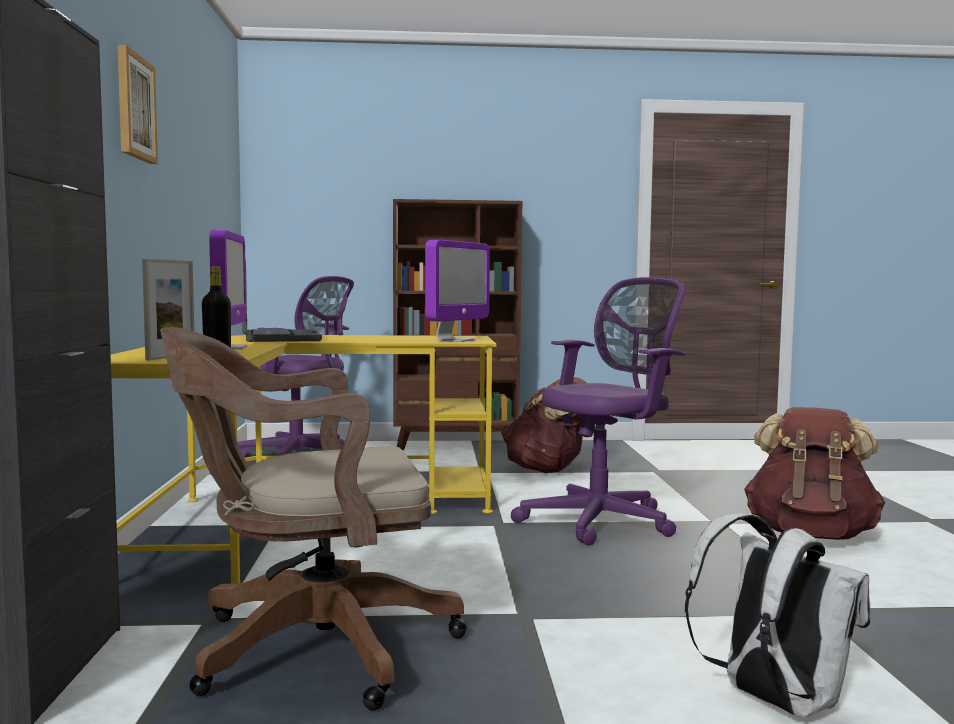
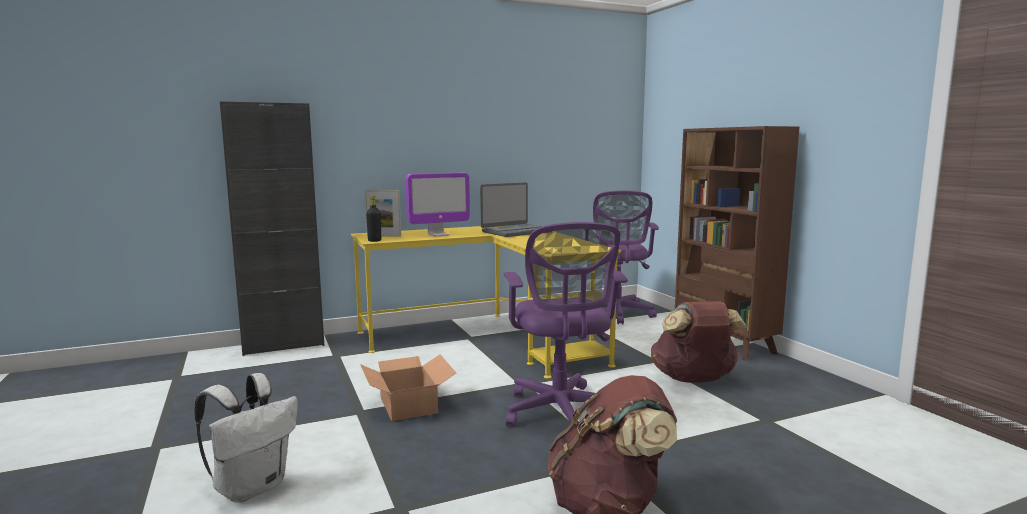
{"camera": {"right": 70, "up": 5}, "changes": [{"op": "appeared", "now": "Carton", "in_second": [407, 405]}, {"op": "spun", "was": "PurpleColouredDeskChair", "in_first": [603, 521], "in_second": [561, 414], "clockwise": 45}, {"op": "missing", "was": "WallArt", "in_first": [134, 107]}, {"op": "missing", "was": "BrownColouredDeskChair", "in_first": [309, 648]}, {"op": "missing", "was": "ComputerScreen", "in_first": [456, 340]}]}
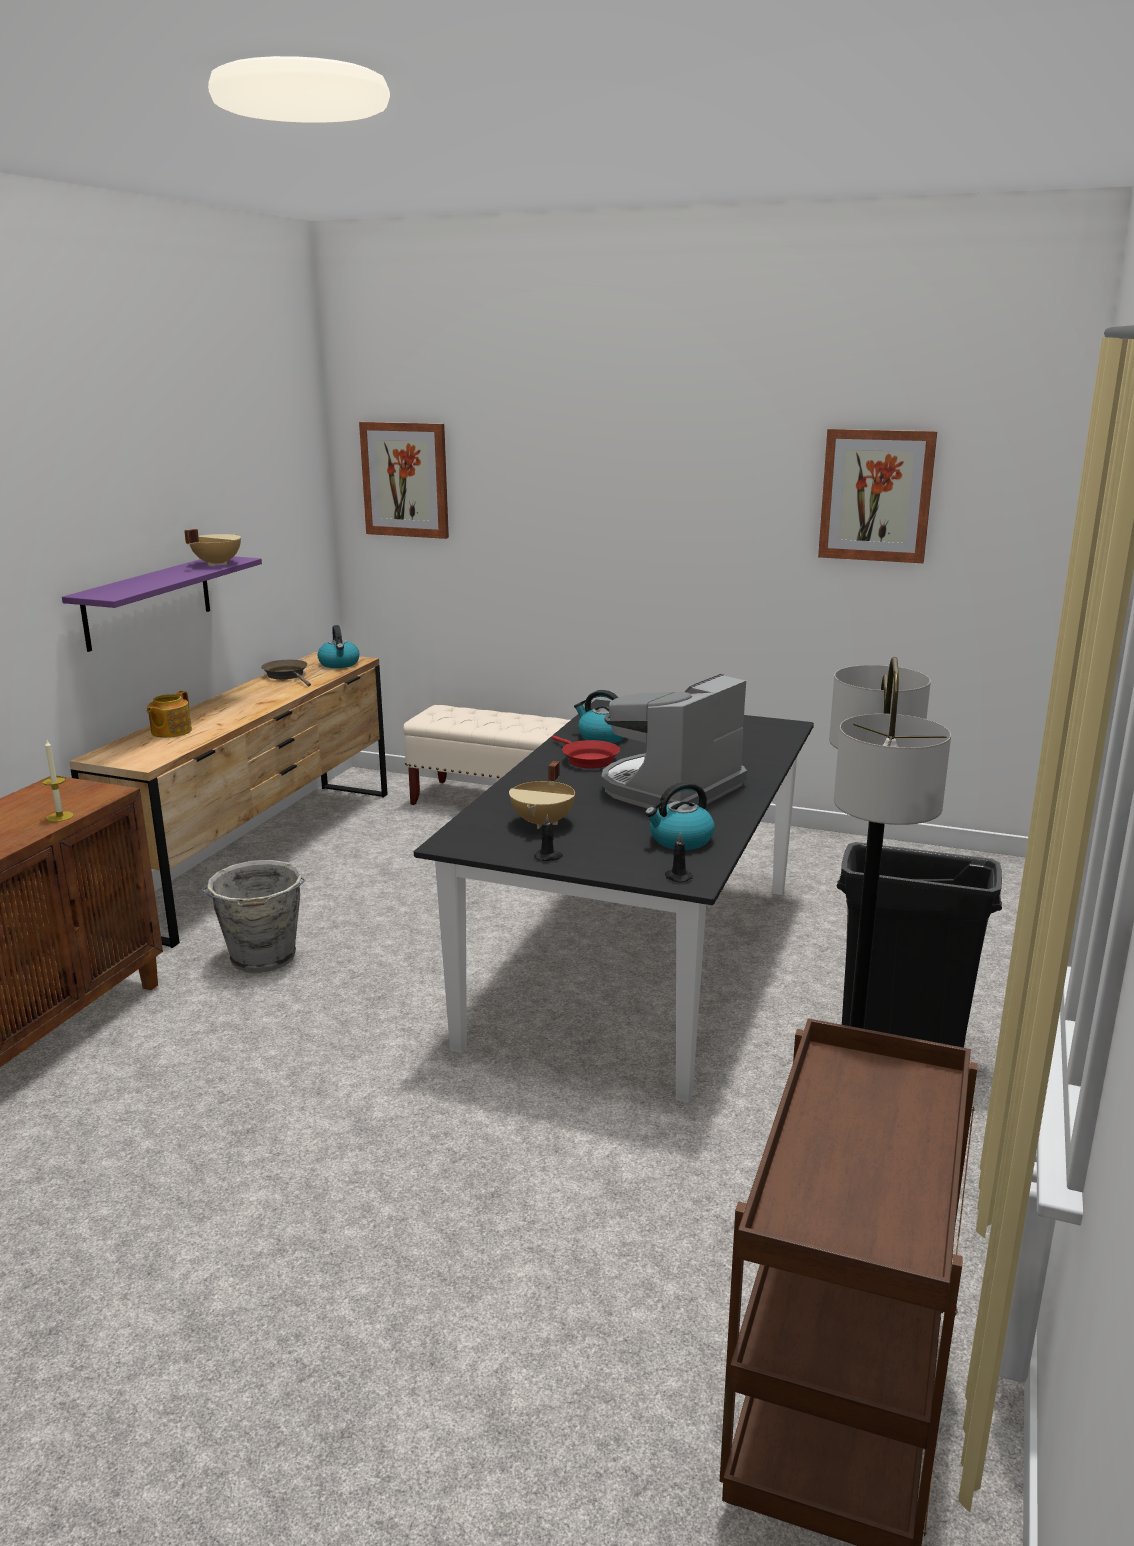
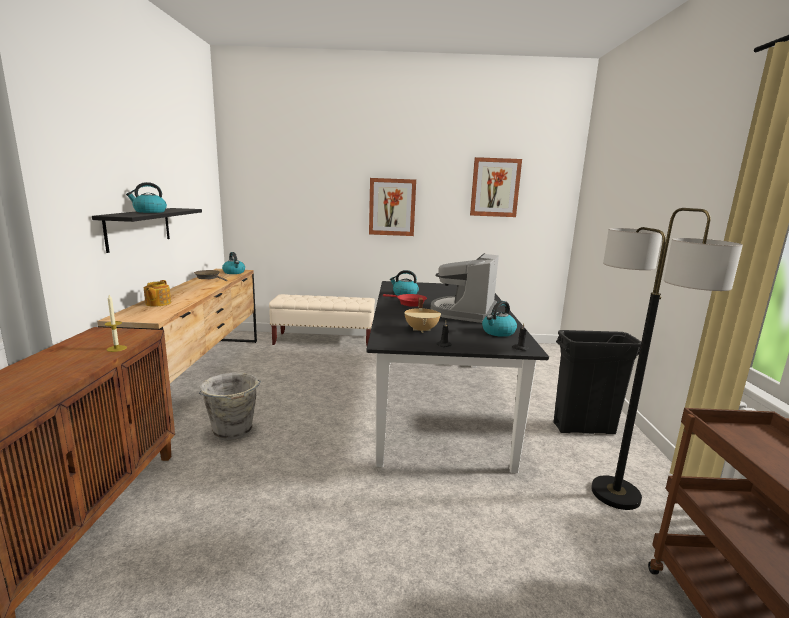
{"camera": {"right": -20, "up": -5}, "changes": [{"op": "colour", "was": "PurpleColouredWallShelf", "now": "BlackishWallShelf", "in_first": [148, 602], "in_second": [139, 228]}, {"op": "appeared", "now": "Kettle", "in_second": [149, 212]}, {"op": "relocated", "was": "WallArt", "in_first": [405, 480], "in_second": [392, 207]}, {"op": "missing", "was": "BeigeStockpot", "in_first": [216, 564]}]}
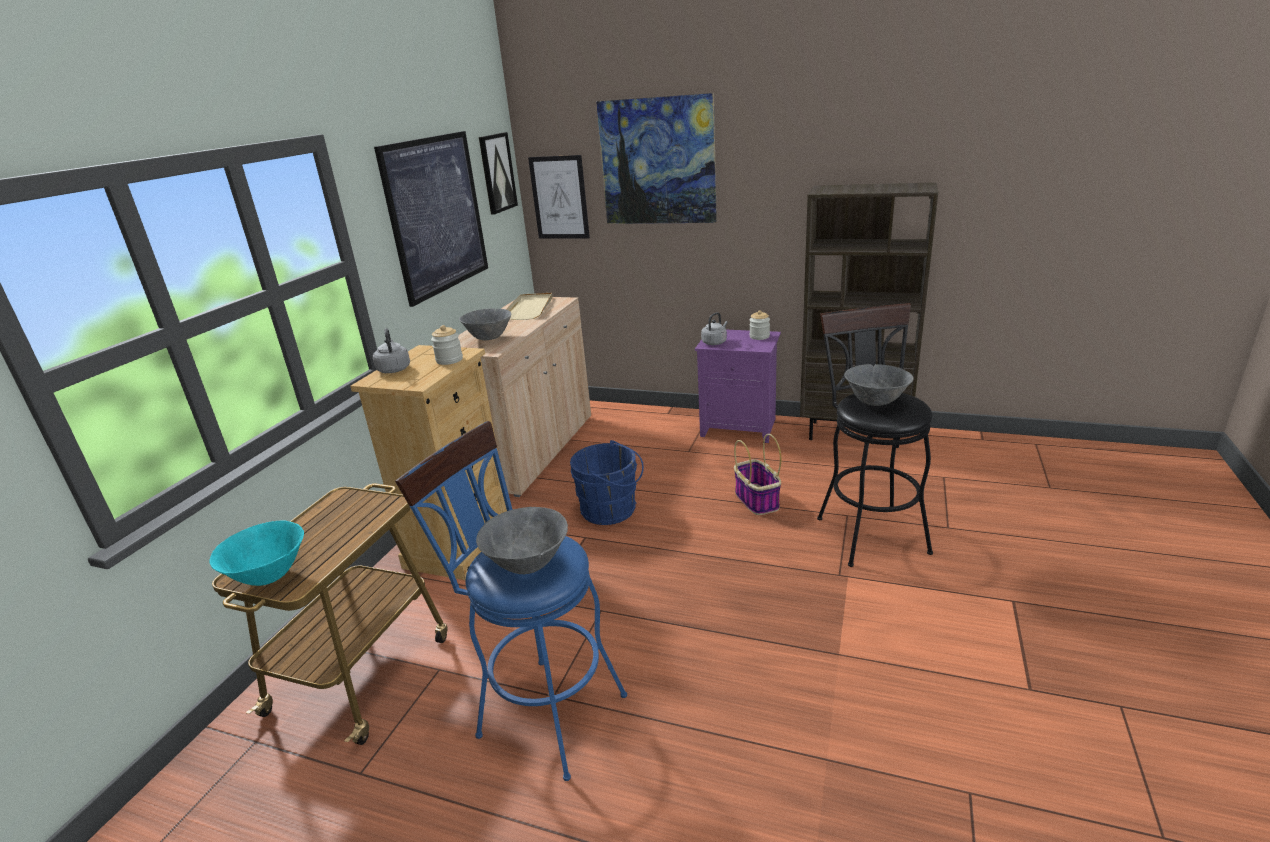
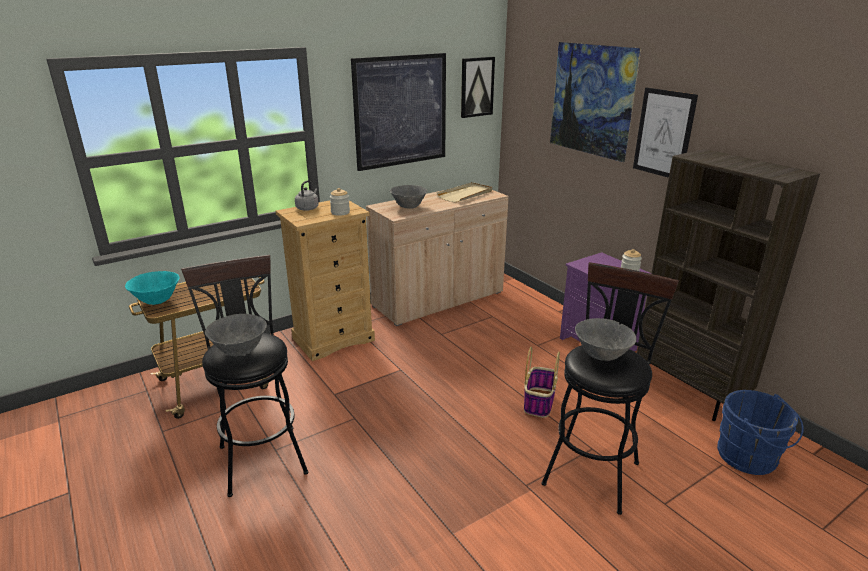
{"camera": {"right": 35, "up": 0}, "changes": [{"op": "colour", "was": "BlueStoolSeat", "now": "BlackishStoolSeat", "in_first": [542, 711], "in_second": [261, 454]}, {"op": "relocated", "was": "WallArt", "in_first": [559, 198], "in_second": [663, 133]}, {"op": "relocated", "was": "BlueBucket", "in_first": [612, 510], "in_second": [750, 458]}, {"op": "missing", "was": "GreyKettle", "in_first": [715, 342]}]}
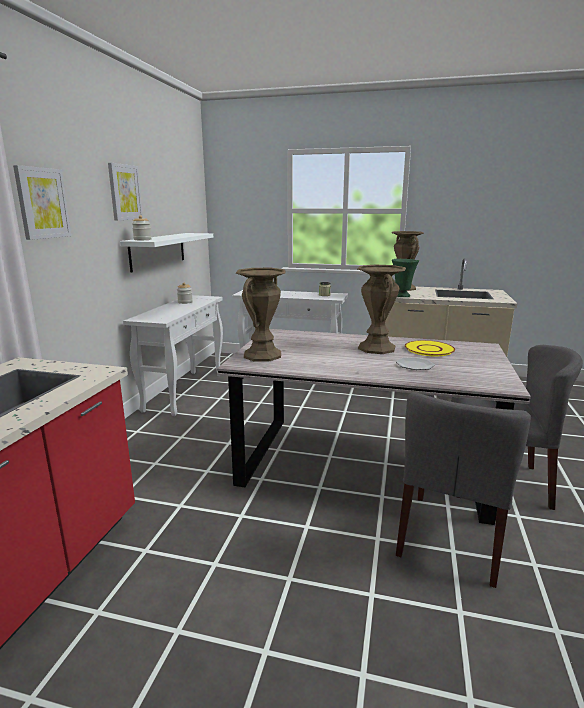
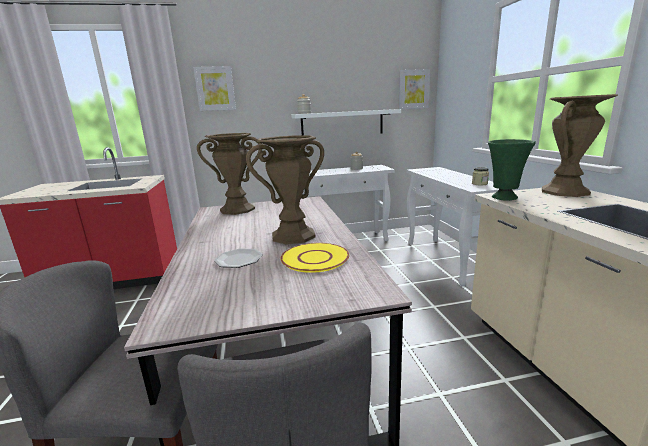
{"camera": {"right": 65, "up": 0}, "changes": [{"op": "relocated", "was": "WallArt", "in_first": [124, 192], "in_second": [413, 89]}]}
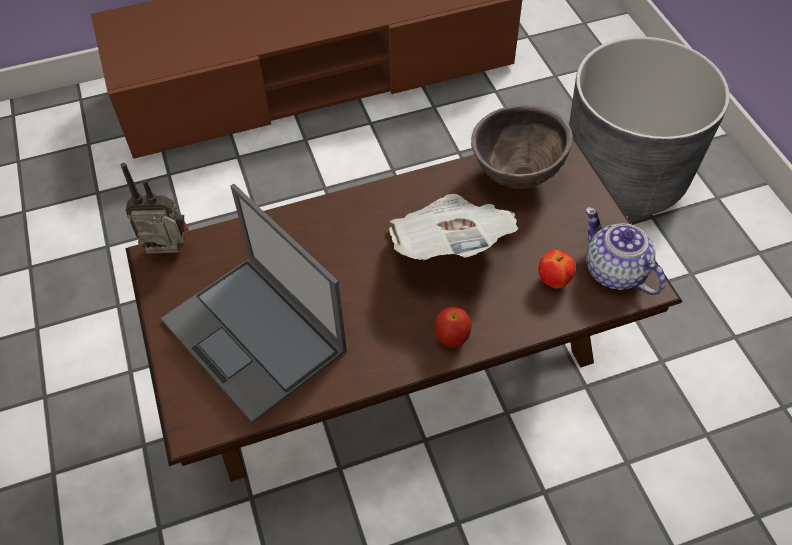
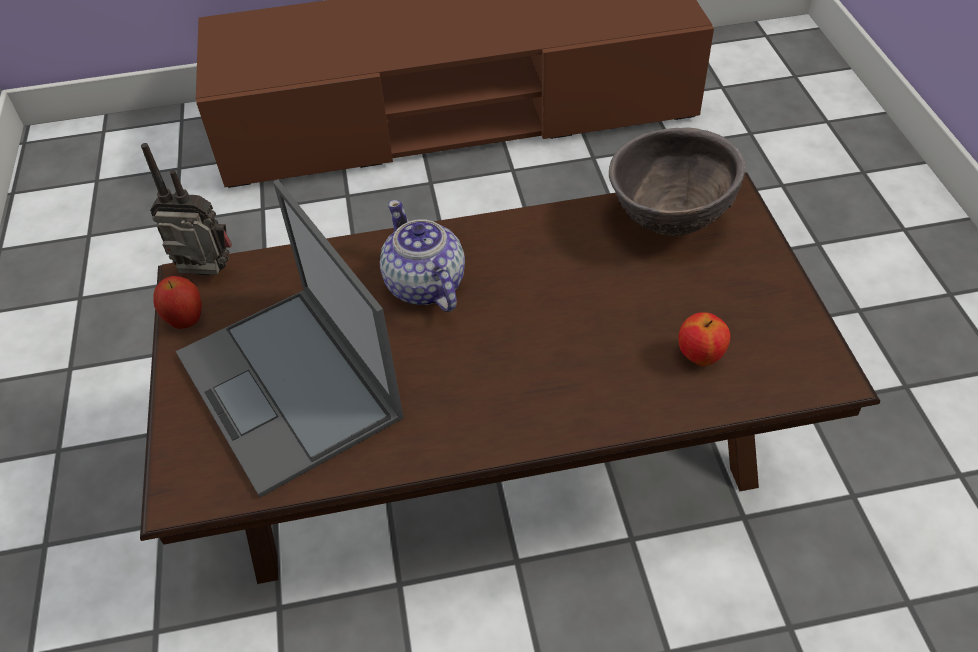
{"camera": {"right": 10, "up": -5}, "changes": [{"op": "relocated", "was": "Apple", "in_first": [452, 339], "in_second": [186, 321]}, {"op": "relocated", "was": "TeaPot", "in_first": [615, 272], "in_second": [425, 286]}, {"op": "missing", "was": "PrintedPaper", "in_first": [449, 246]}, {"op": "missing", "was": "GreyPlantPot", "in_first": [624, 177]}]}
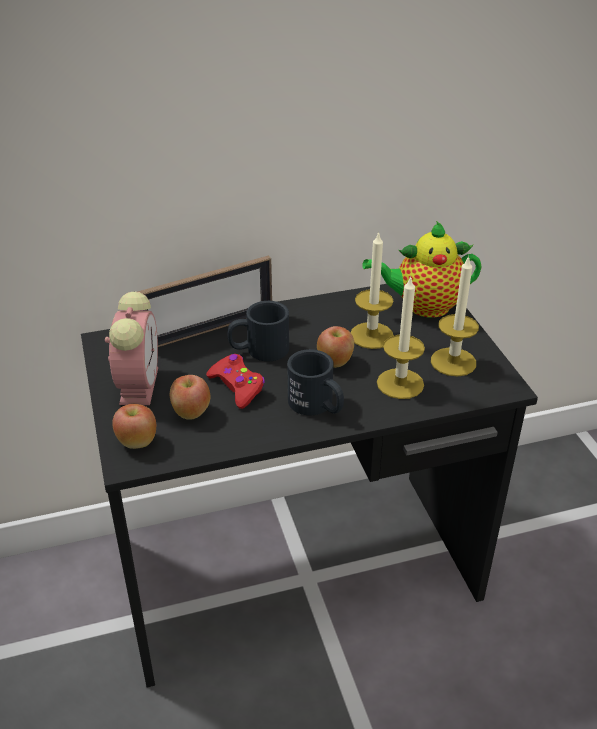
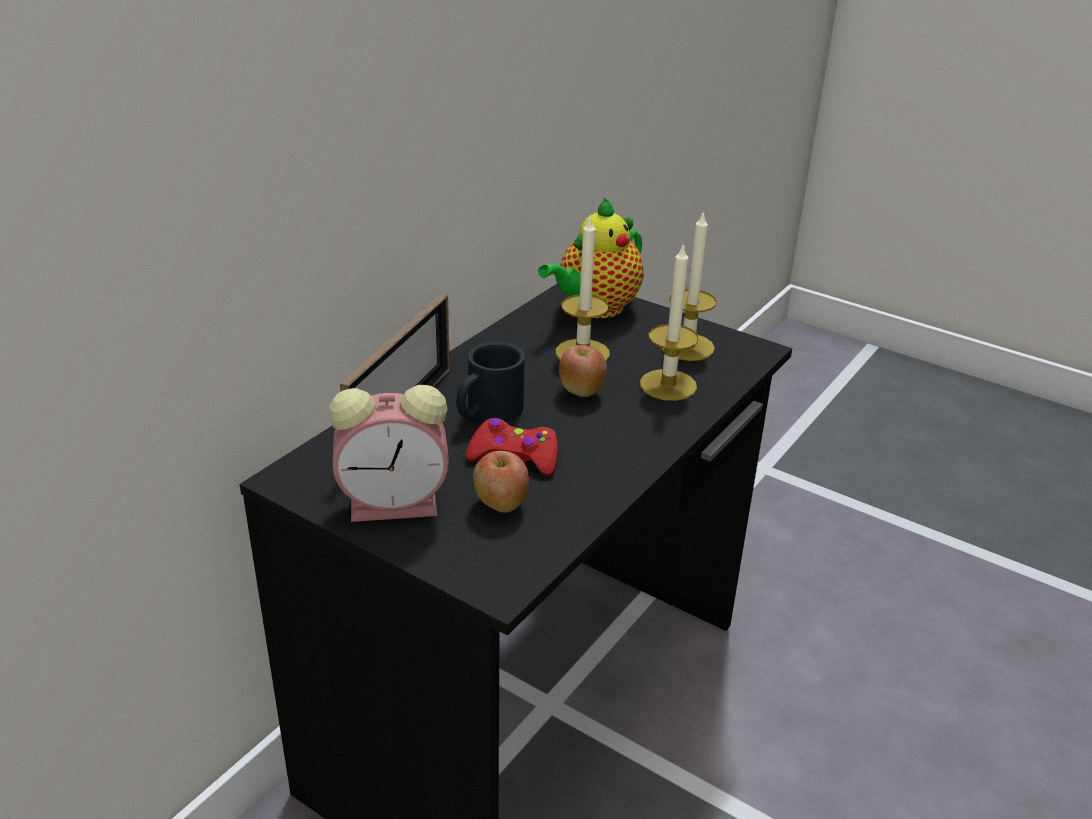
{"camera": {"right": -40, "up": -5}, "changes": [{"op": "spun", "was": "BedsideClock", "in_first": [138, 384], "in_second": [397, 504], "clockwise": 120}, {"op": "missing", "was": "Apple", "in_first": [137, 442]}, {"op": "missing", "was": "BlackishTeaMug", "in_first": [317, 406]}]}
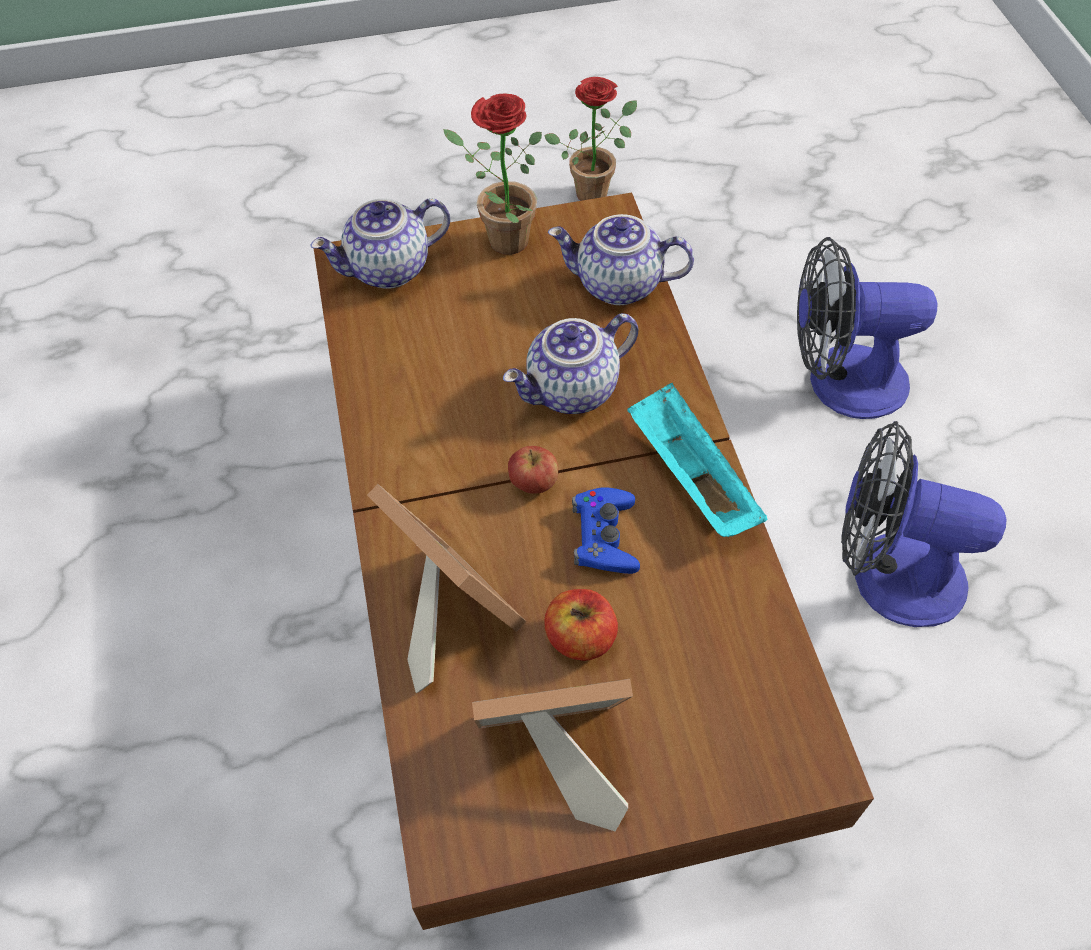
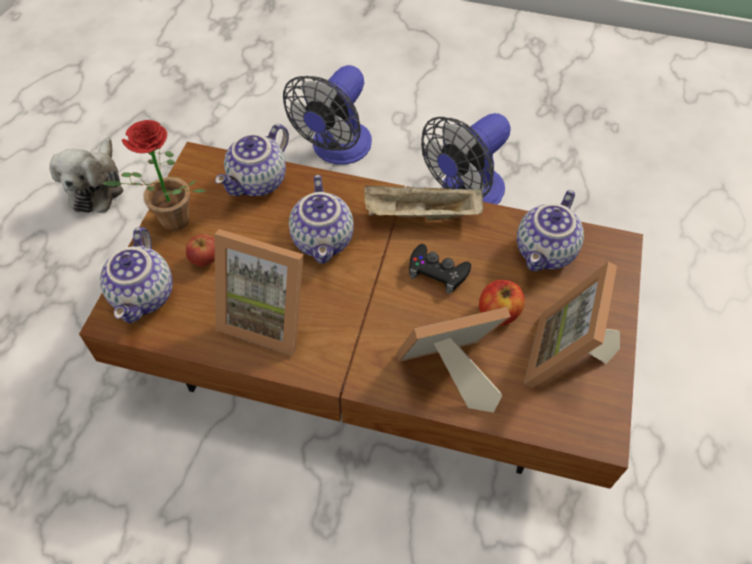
{"camera": {"right": -65, "up": 0}, "changes": [{"op": "exchanged", "was": "PlantInAPot", "now": "CuddlyToy", "in_first": [595, 189], "in_second": [96, 186]}, {"op": "relocated", "was": "Apple", "in_first": [533, 483], "in_second": [205, 259]}, {"op": "appeared", "now": "PictureFrame", "in_second": [268, 315]}, {"op": "colour", "was": "BlueGreenServingTray", "now": "BeigeServingTray", "in_first": [689, 476], "in_second": [420, 215]}, {"op": "colour", "was": "BlueGameController", "now": "BlackishGameController", "in_first": [604, 536], "in_second": [437, 272]}, {"op": "appeared", "now": "TeaPot", "in_second": [545, 253]}]}
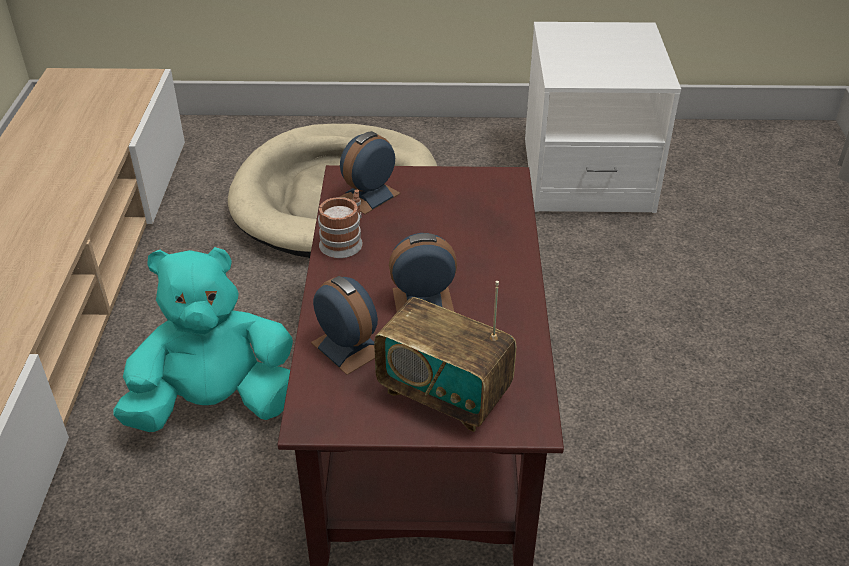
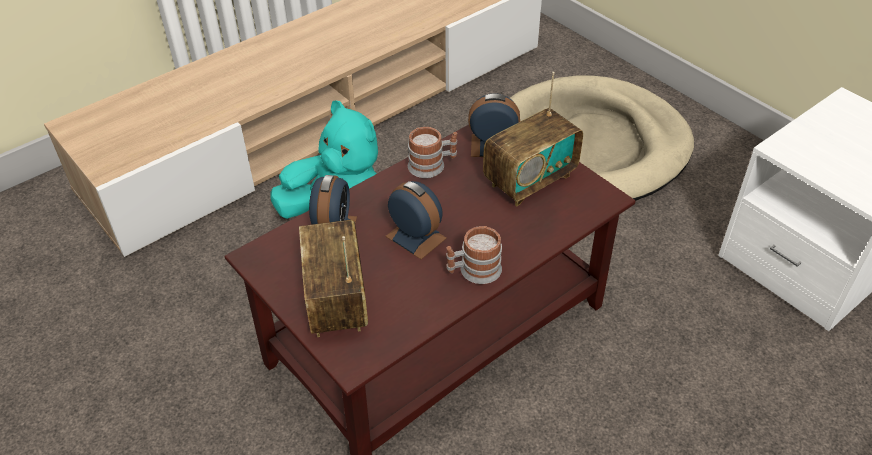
{"camera": {"right": 50, "up": 5}, "changes": [{"op": "appeared", "now": "TeaMug", "in_second": [473, 271]}, {"op": "appeared", "now": "RadioSet", "in_second": [530, 180]}]}
